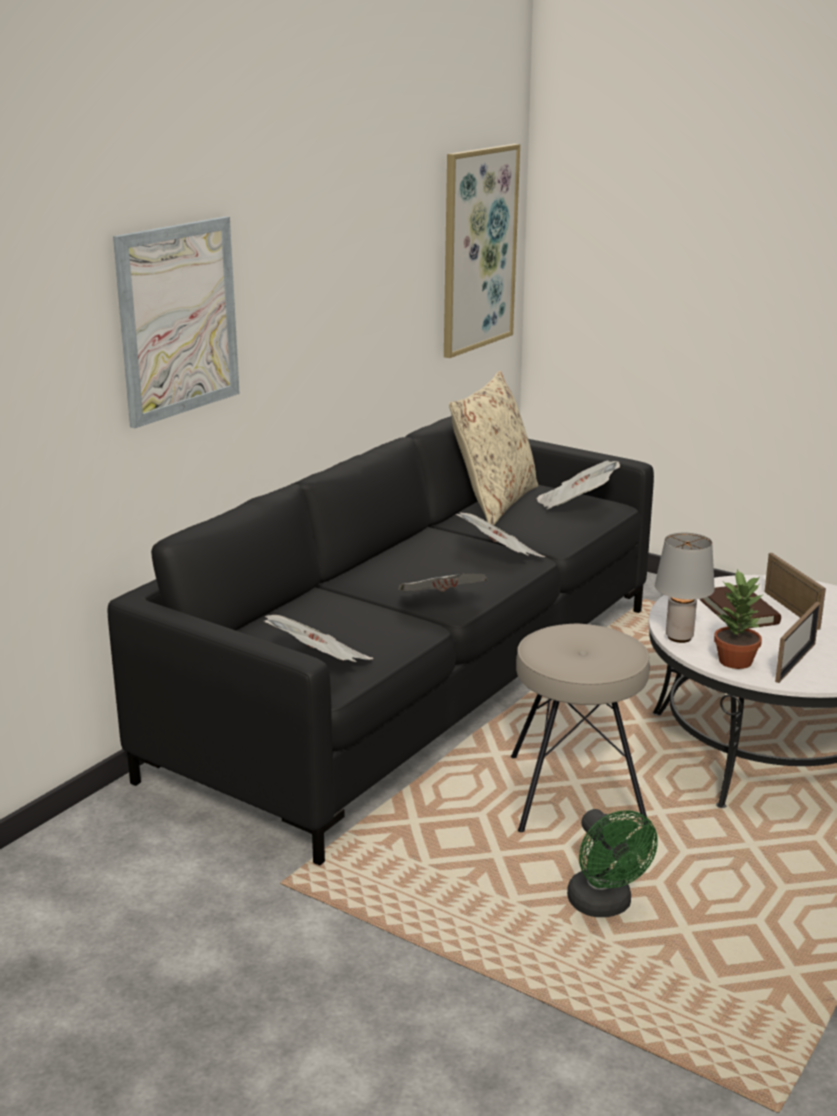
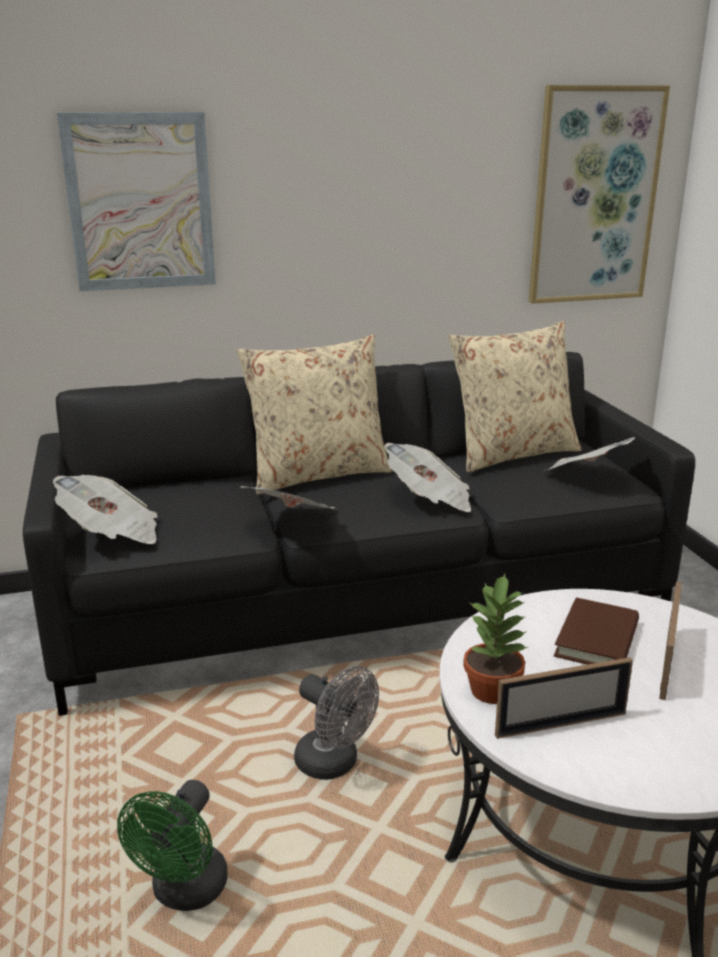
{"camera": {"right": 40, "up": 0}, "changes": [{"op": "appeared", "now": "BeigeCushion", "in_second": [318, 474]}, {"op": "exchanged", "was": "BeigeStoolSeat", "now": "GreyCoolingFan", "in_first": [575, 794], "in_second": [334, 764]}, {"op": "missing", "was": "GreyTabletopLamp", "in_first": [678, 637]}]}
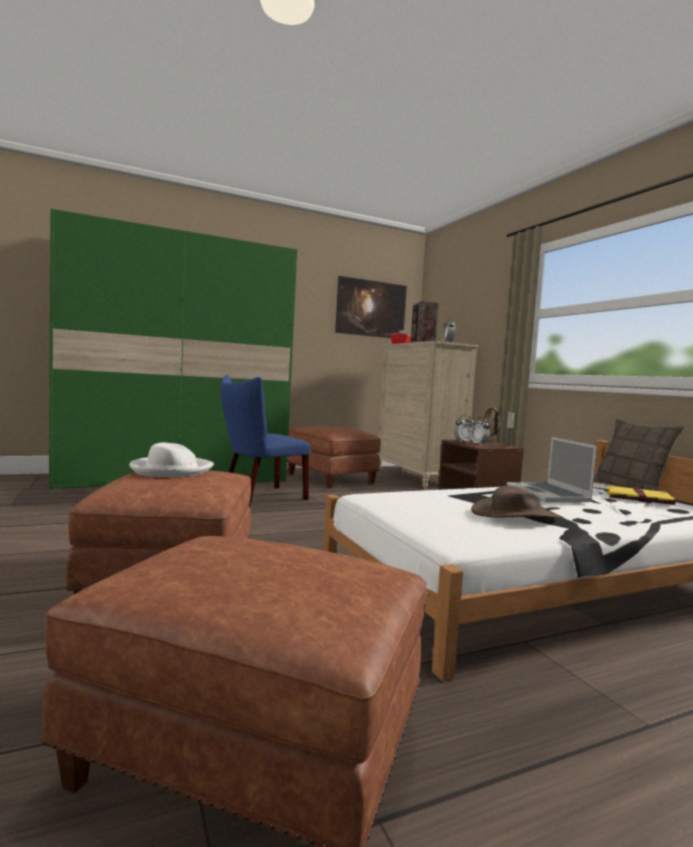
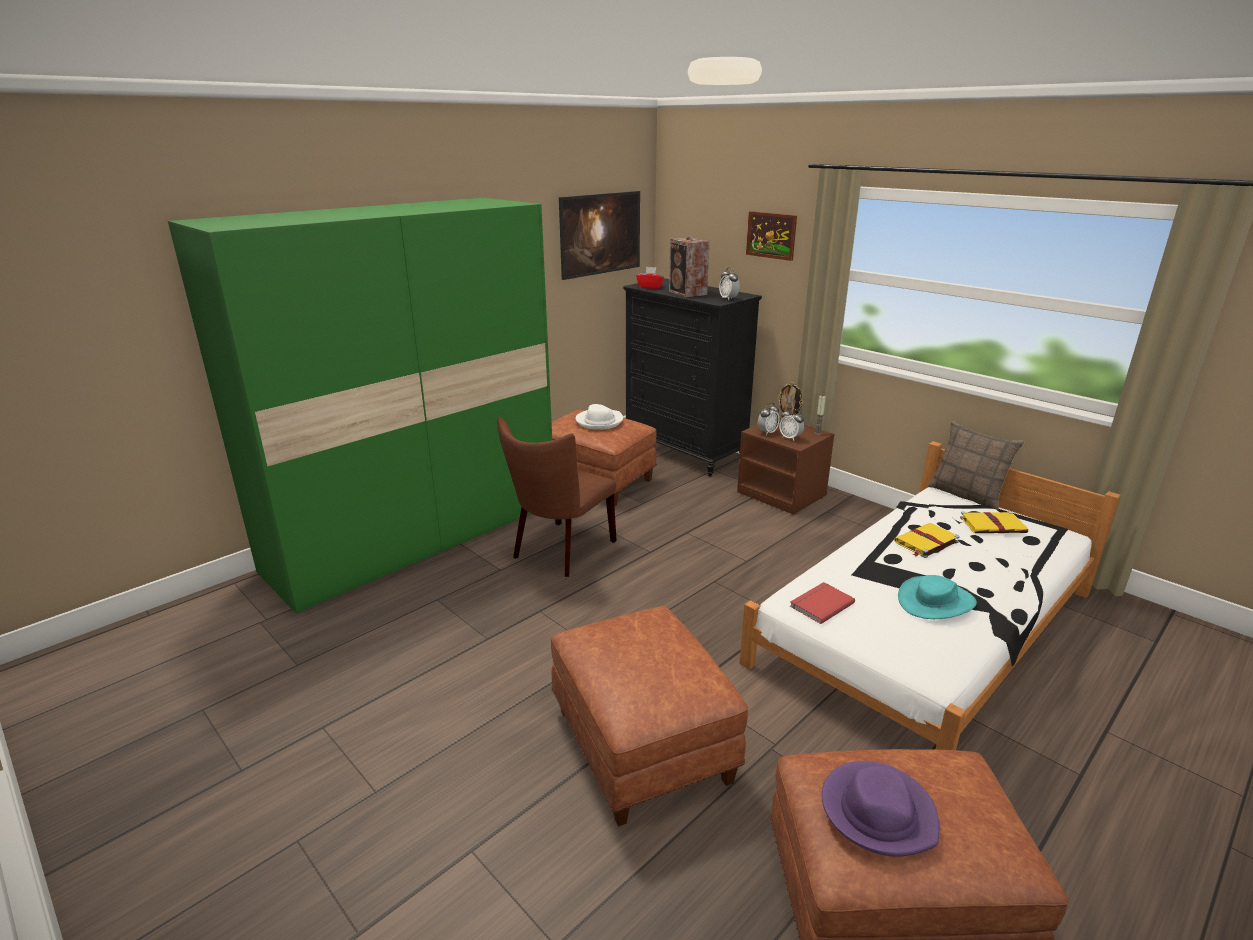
{"camera": {"right": -20, "up": 20}, "changes": [{"op": "colour", "was": "BlueChair", "now": "BrownColouredChair", "in_first": [259, 497], "in_second": [560, 551]}, {"op": "relocated", "was": "WhiteClothingHat", "in_first": [171, 470], "in_second": [599, 421]}, {"op": "colour", "was": "BeigeDresser", "now": "BlackishDresser", "in_first": [418, 477], "in_second": [684, 451]}, {"op": "appeared", "now": "WallArt", "in_second": [771, 235]}, {"op": "appeared", "now": "ReddishBook", "in_second": [820, 604]}, {"op": "appeared", "now": "PurpleColouredClothingHat", "in_second": [878, 811]}, {"op": "exchanged", "was": "NotebookComputer", "now": "YellowishBook", "in_first": [549, 494], "in_second": [925, 542]}, {"op": "colour", "was": "BrownColouredClothingHat", "now": "BlueGreenClothingHat", "in_first": [515, 514], "in_second": [936, 601]}]}
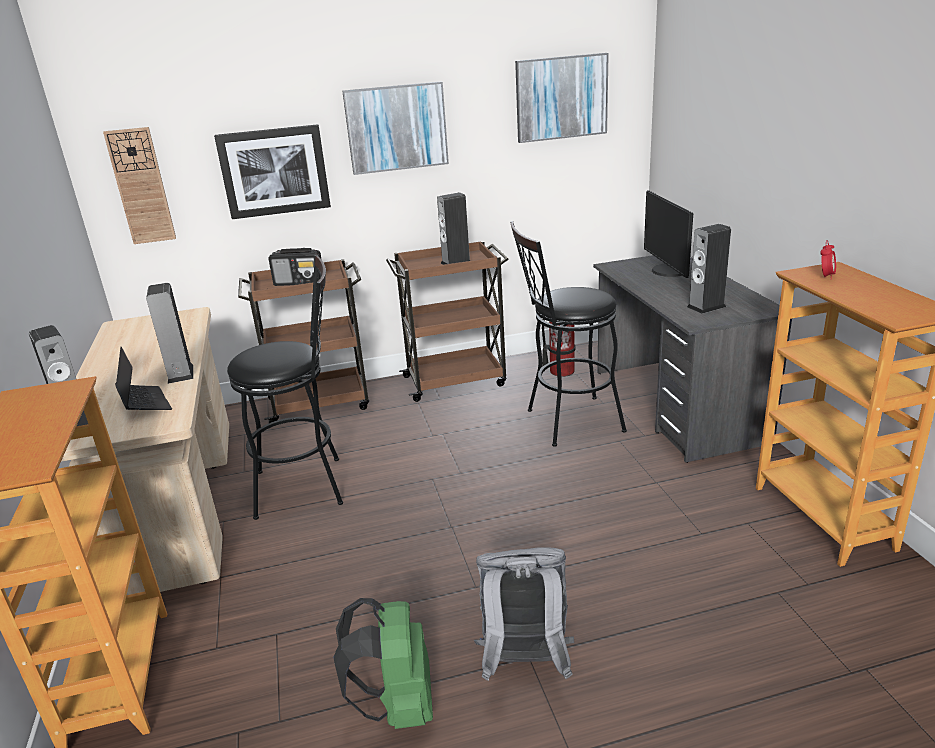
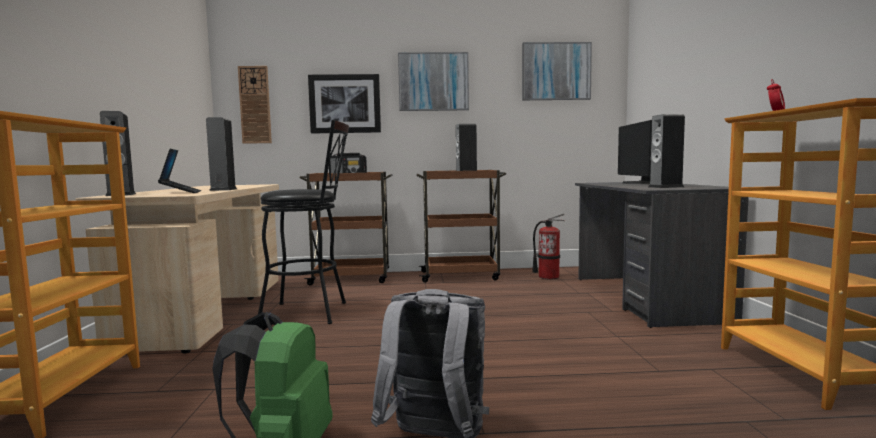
{"camera": {"right": 10, "up": -20}, "changes": [{"op": "missing", "was": "BlackishStoolSeat", "in_first": [566, 422]}]}
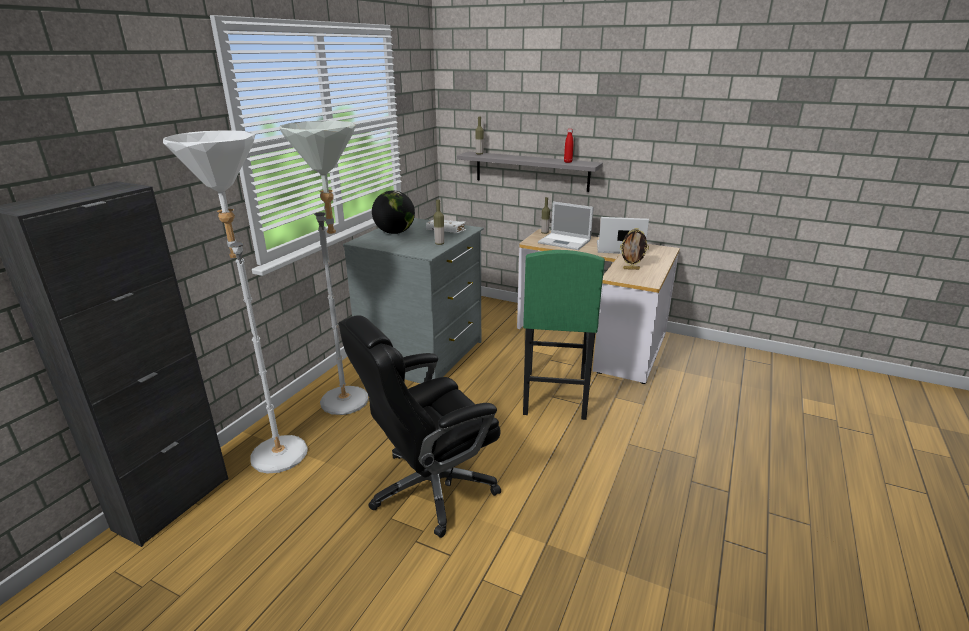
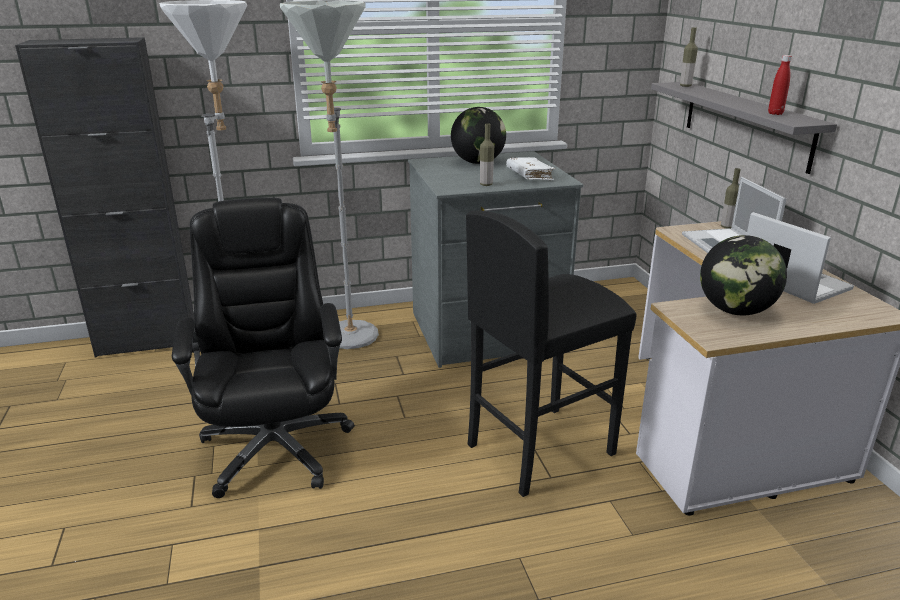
{"camera": {"right": 50, "up": 0}, "changes": [{"op": "spun", "was": "BlackishDeskChair", "in_first": [430, 488], "in_second": [275, 446], "clockwise": 60}, {"op": "colour", "was": "GreenColouredStoolSeat", "now": "BlackishStoolSeat", "in_first": [554, 395], "in_second": [539, 449]}, {"op": "exchanged", "was": "PictureFrame", "now": "DeskGlobe", "in_first": [631, 269], "in_second": [735, 311]}]}
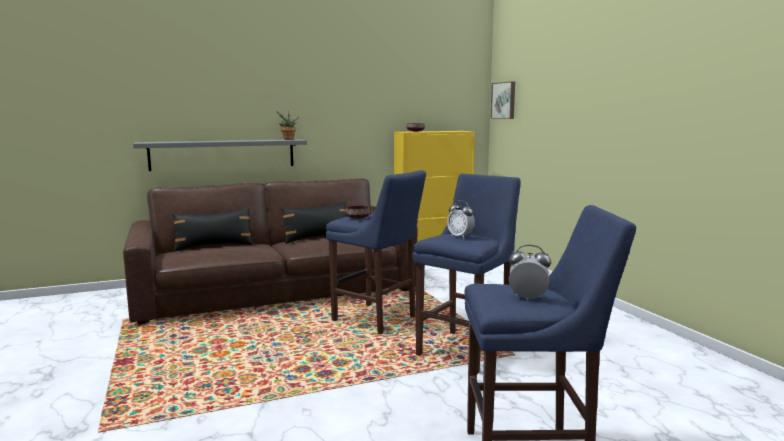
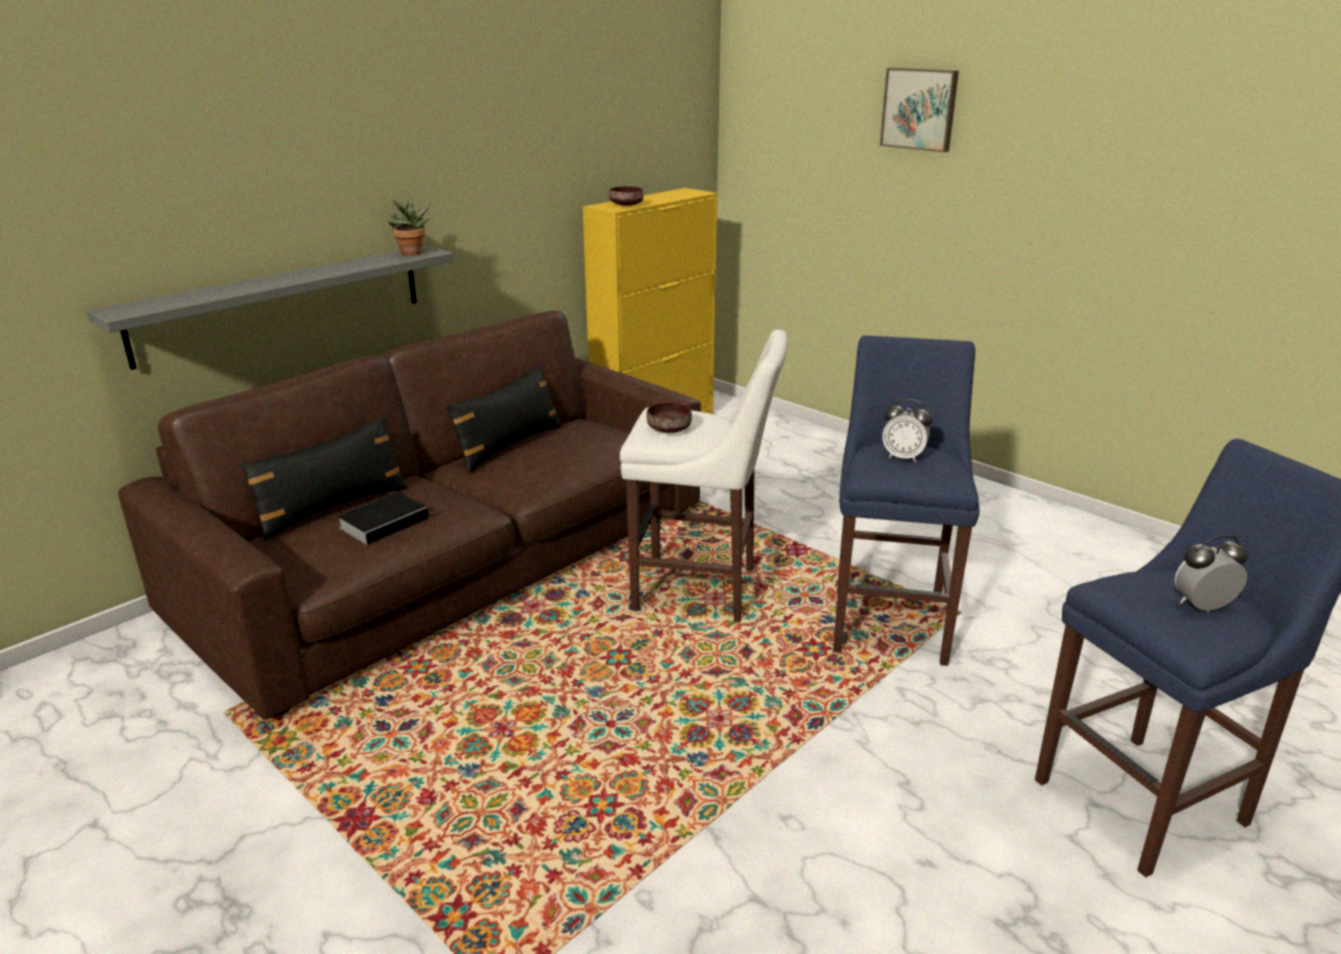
{"camera": {"right": -25, "up": 15}, "changes": [{"op": "appeared", "now": "Book", "in_second": [386, 522]}, {"op": "colour", "was": "BlueStoolSeat", "now": "WhiteStoolSeat", "in_first": [377, 320], "in_second": [701, 591]}, {"op": "relocated", "was": "WallArt", "in_first": [504, 100], "in_second": [920, 109]}]}
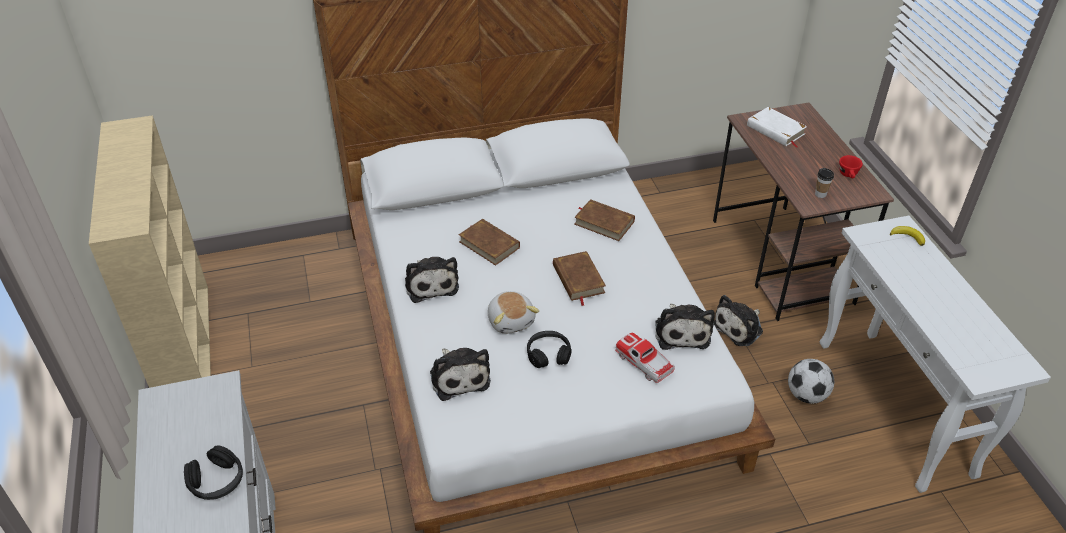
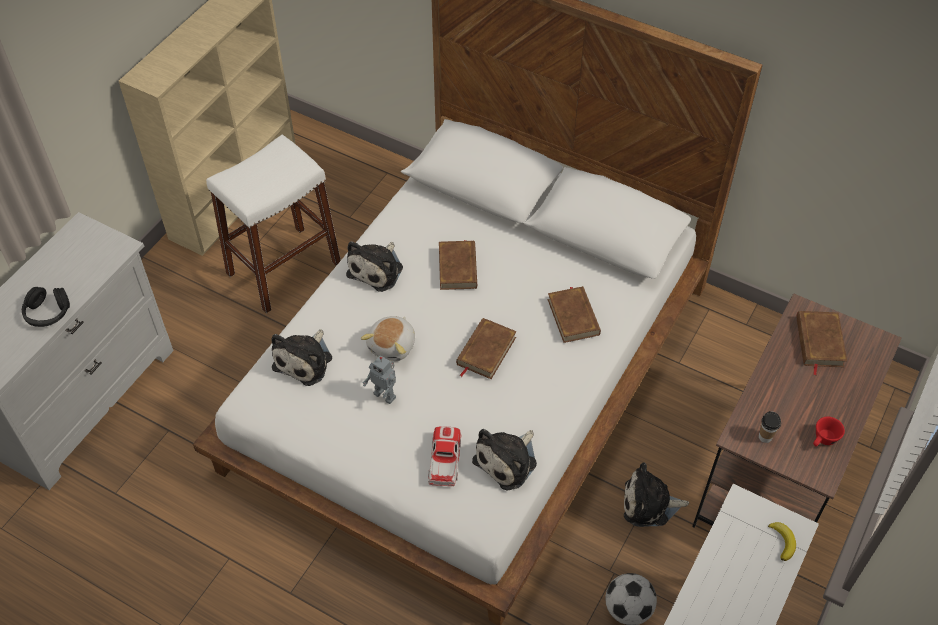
{"camera": {"right": 45, "up": 10}, "changes": [{"op": "appeared", "now": "WhiteStoolSeat", "in_second": [283, 268]}, {"op": "exchanged", "was": "BlackishHeadset", "now": "RobotFigure", "in_first": [548, 354], "in_second": [385, 395]}, {"op": "colour", "was": "WhiteBook", "now": "BrownColouredBook", "in_first": [775, 130], "in_second": [819, 342]}]}
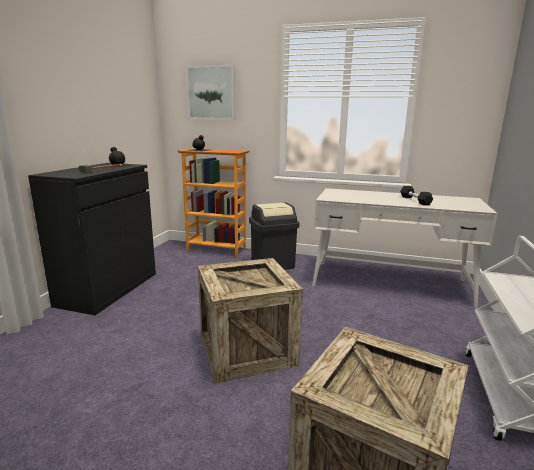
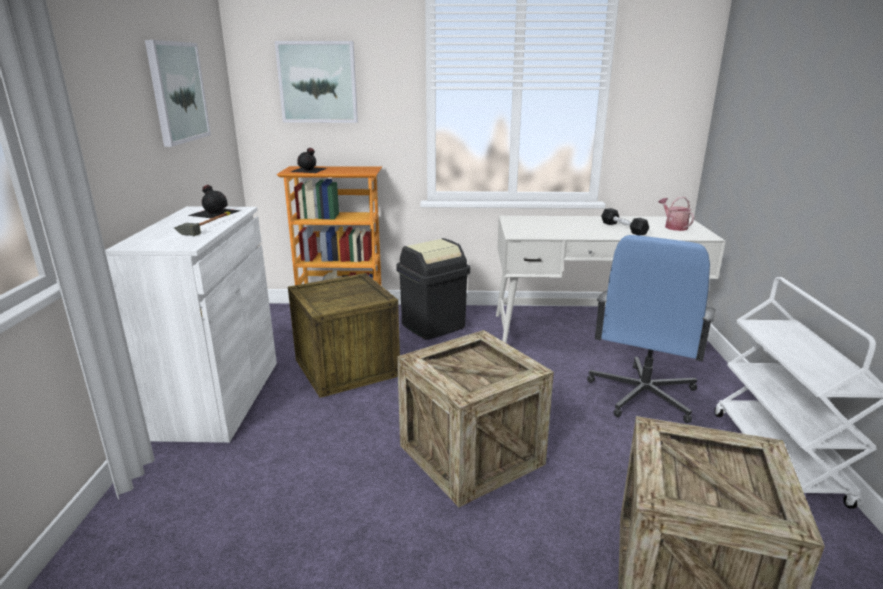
{"camera": {"right": -15, "up": 5}, "changes": [{"op": "colour", "was": "BlackishCabinet", "now": "WhiteCabinet", "in_first": [108, 289], "in_second": [220, 398]}, {"op": "appeared", "now": "WallArt", "in_second": [177, 92]}, {"op": "appeared", "now": "ShippingCrate", "in_second": [346, 367]}, {"op": "appeared", "now": "BlueDeskChair", "in_second": [642, 395]}, {"op": "appeared", "now": "WateringCan", "in_second": [673, 226]}]}
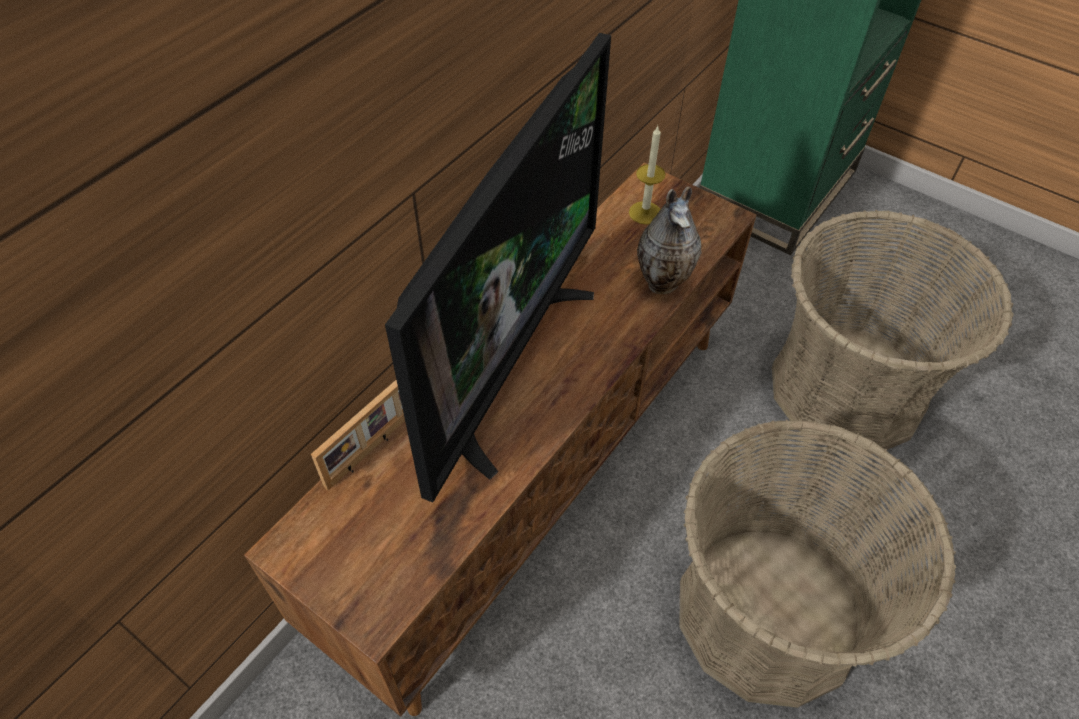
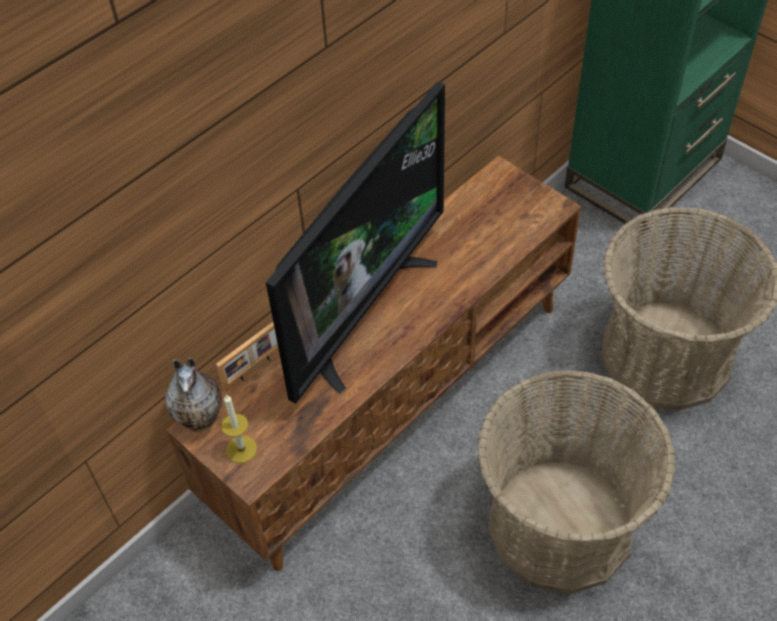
{"camera": {"right": 10, "up": 0}, "changes": [{"op": "relocated", "was": "FlowerVase", "in_first": [664, 282], "in_second": [202, 419]}, {"op": "relocated", "was": "WaxCandle", "in_first": [645, 213], "in_second": [241, 449]}]}
